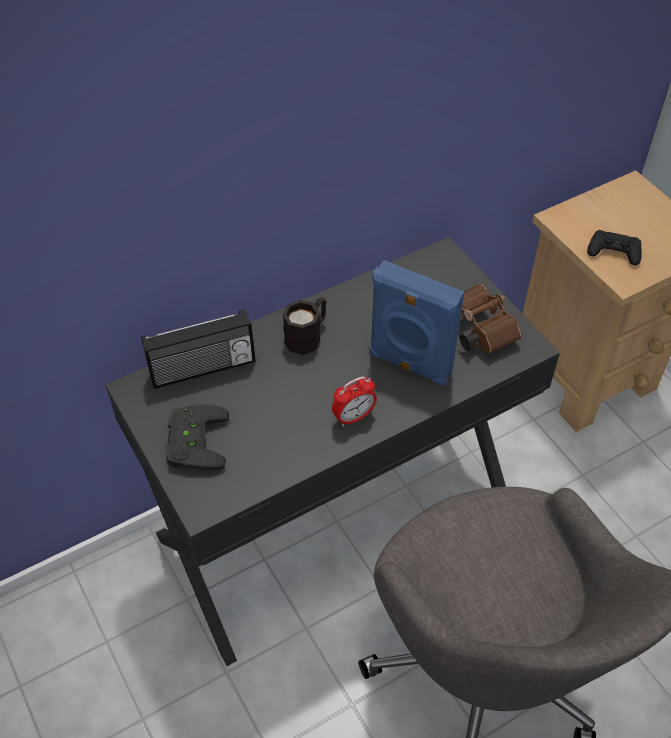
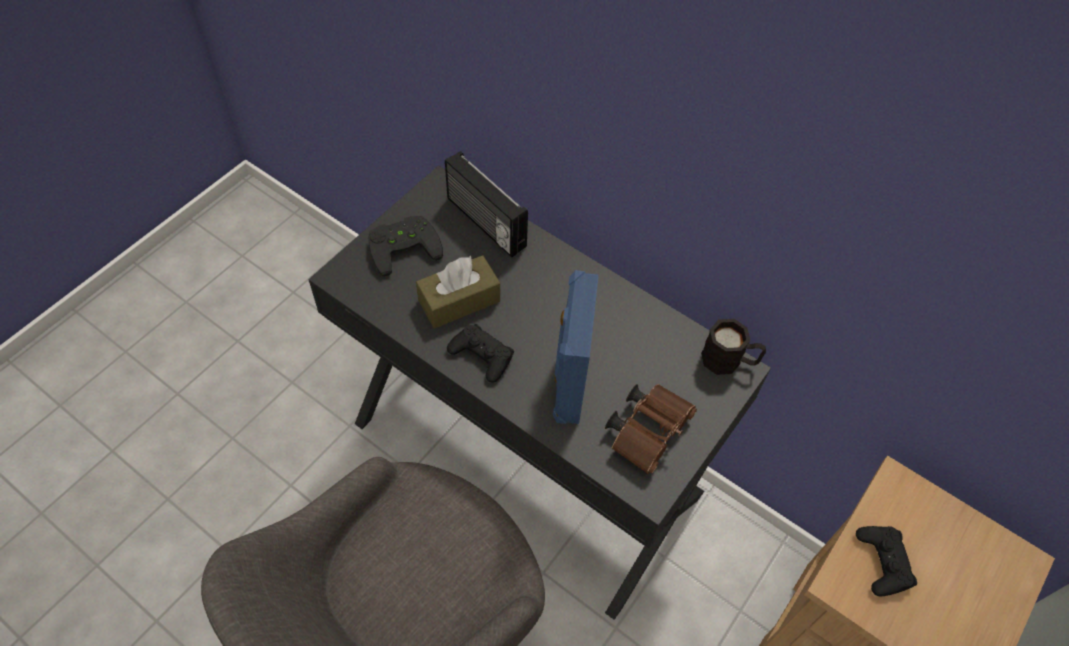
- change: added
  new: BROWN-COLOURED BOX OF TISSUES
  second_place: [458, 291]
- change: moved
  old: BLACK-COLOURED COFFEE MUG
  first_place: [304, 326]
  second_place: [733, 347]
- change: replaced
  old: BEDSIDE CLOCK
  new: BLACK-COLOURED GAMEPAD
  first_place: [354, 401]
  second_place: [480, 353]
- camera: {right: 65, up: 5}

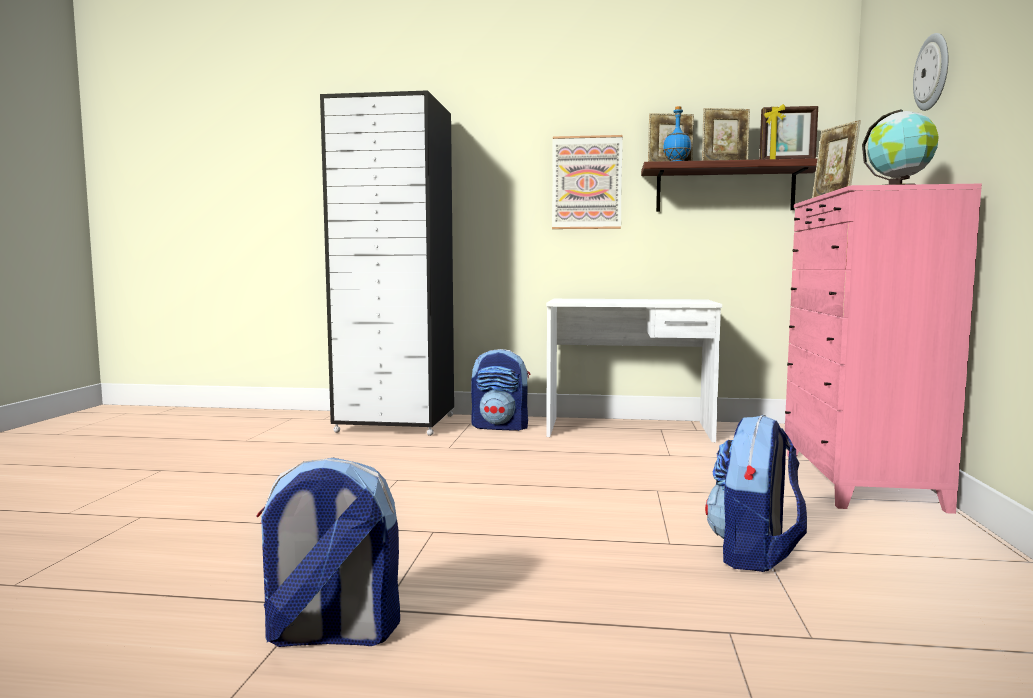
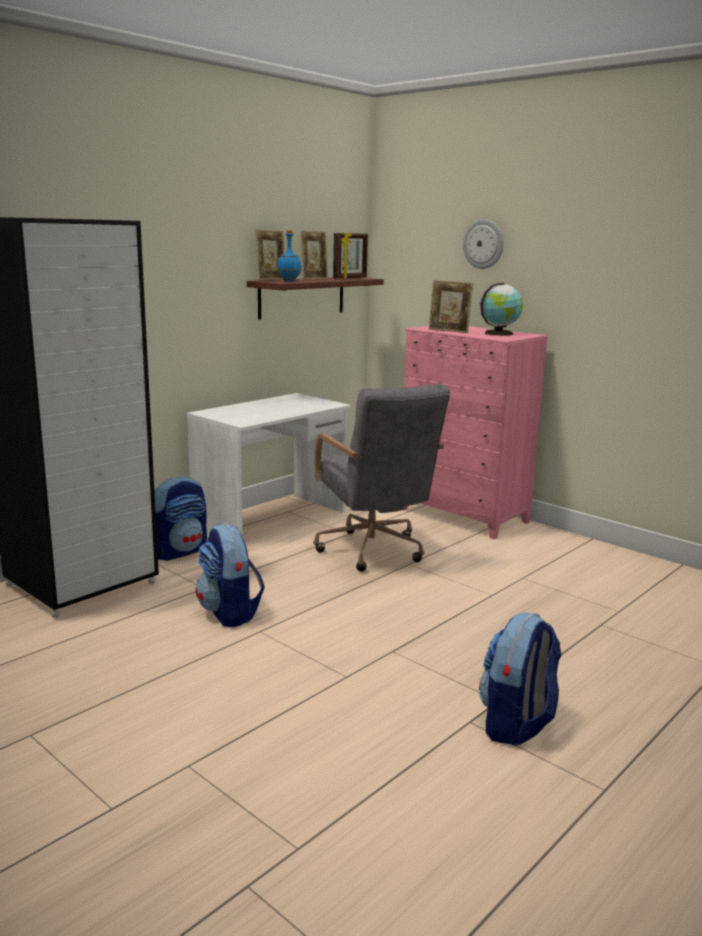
- change: removed
  old: PICTURE
  first_place: [587, 182]
- change: added
  new: GRAY DESK CHAIR
  second_place: [381, 478]
- change: moved
  old: RUCKSACK
  first_place: [756, 493]
  second_place: [230, 575]
- camera: {right: -55, up: 10}

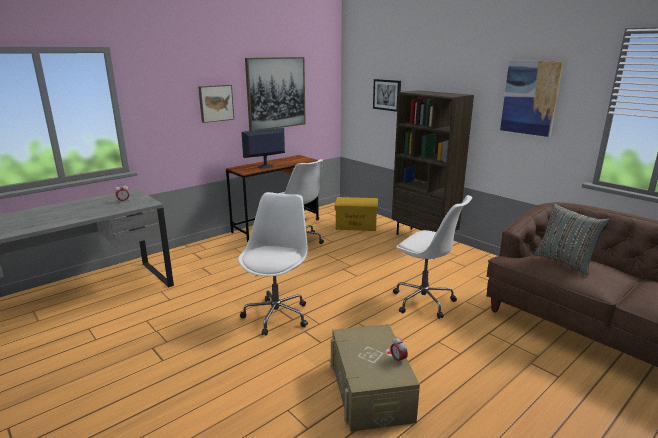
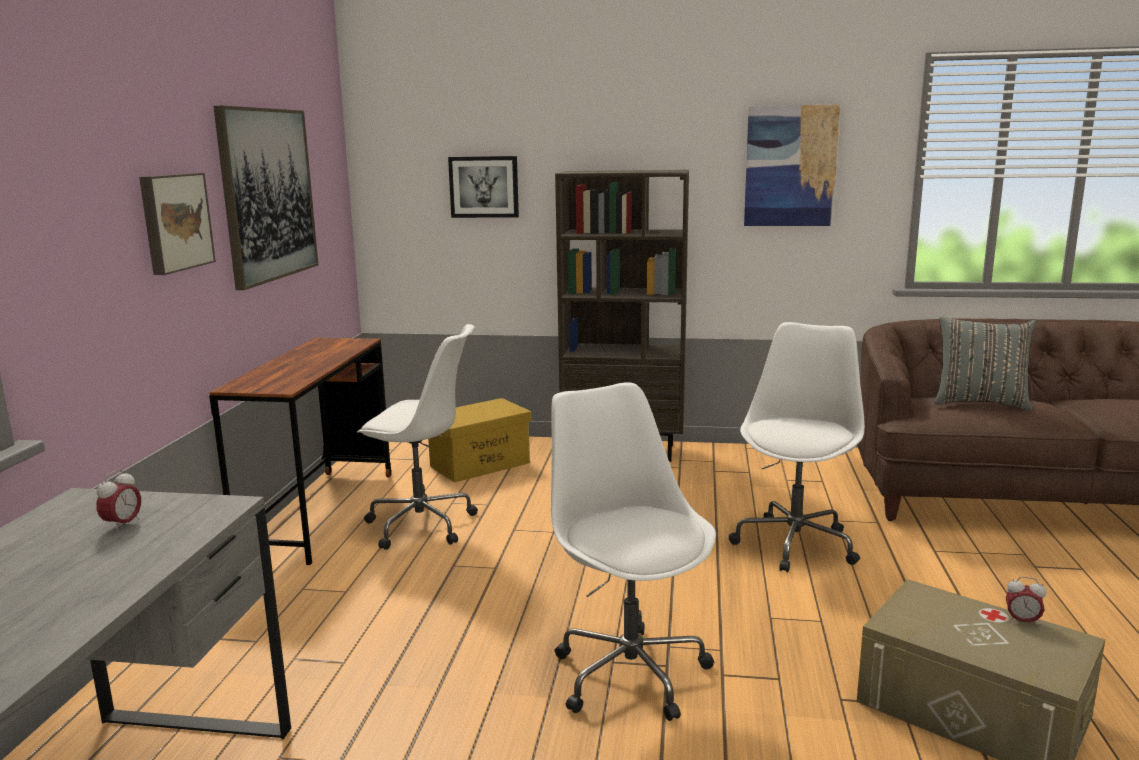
- change: removed
  old: COMPUTER SCREEN
  first_place: [263, 148]
- change: turned
  old: WHITE-COLOURED DESK CHAIR
  first_place: [432, 257]
  second_place: [797, 447]
  degrees: -60
- camera: {right: -40, up: -5}

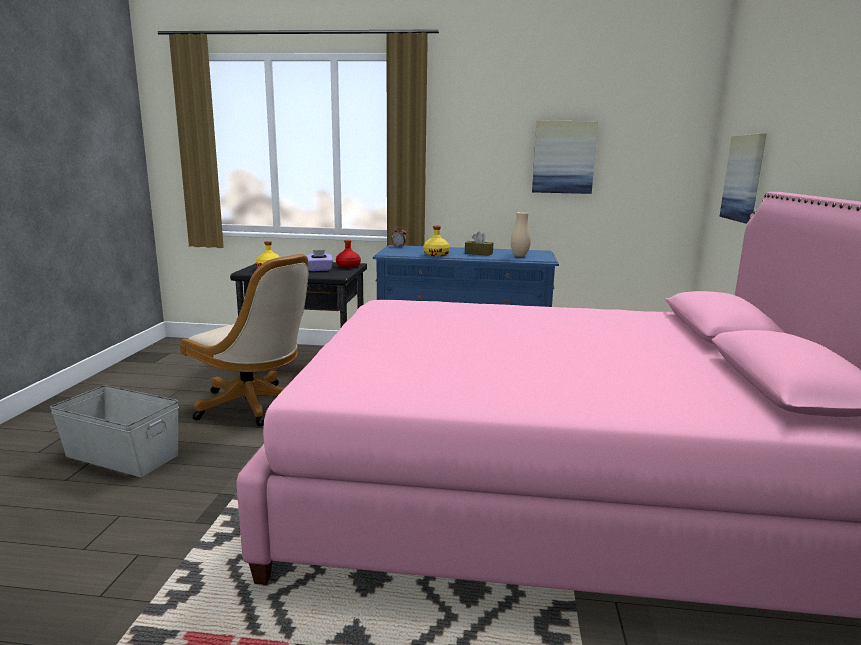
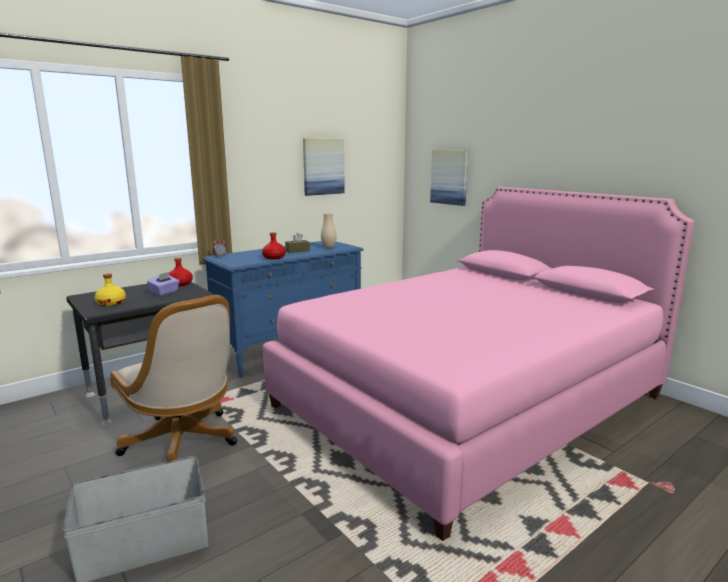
- change: recoloured
  old: YELLOW-COLOURED DRINK BOTTLE
  new: RED-COLOURED DRINK BOTTLE
  first_place: [436, 241]
  second_place: [274, 245]
- change: turned
  old: DESK CHAIR
  first_place: [244, 340]
  second_place: [173, 378]
  degrees: 60
- camera: {right: -45, up: 0}

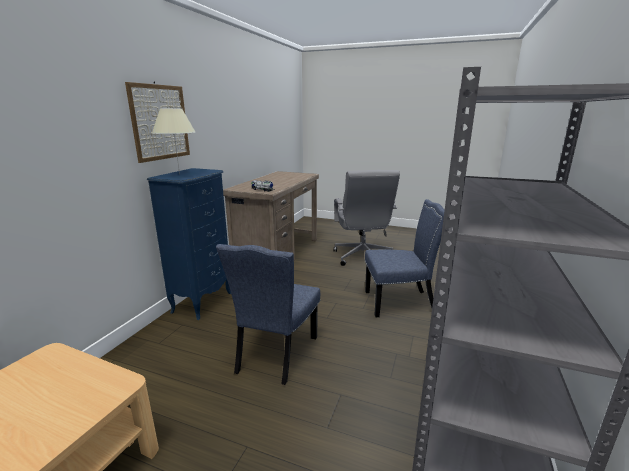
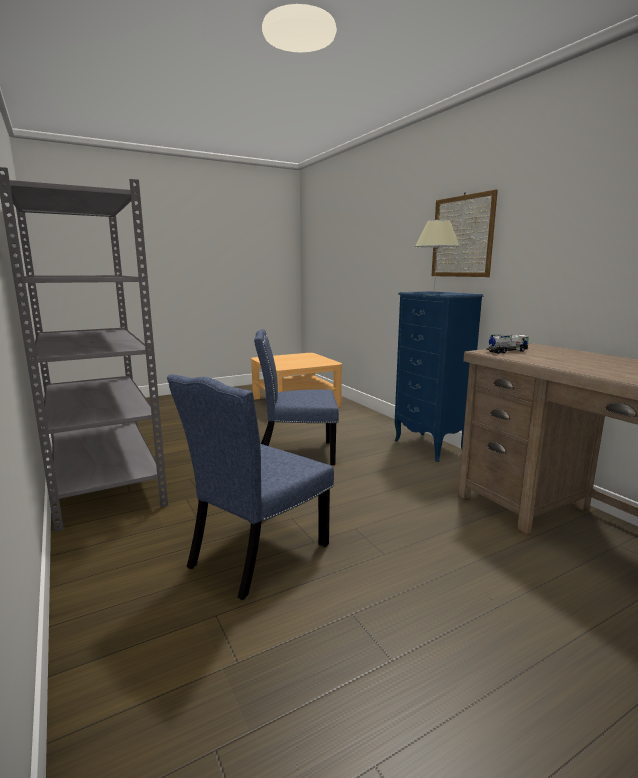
- change: removed
  old: GRAY DESK CHAIR
  first_place: [367, 218]
- change: turned
  old: BLUE-COLOURED PLAIN CHAIR
  first_place: [268, 314]
  second_place: [296, 397]
  degrees: -60
- camera: {right: 130, up: -5}

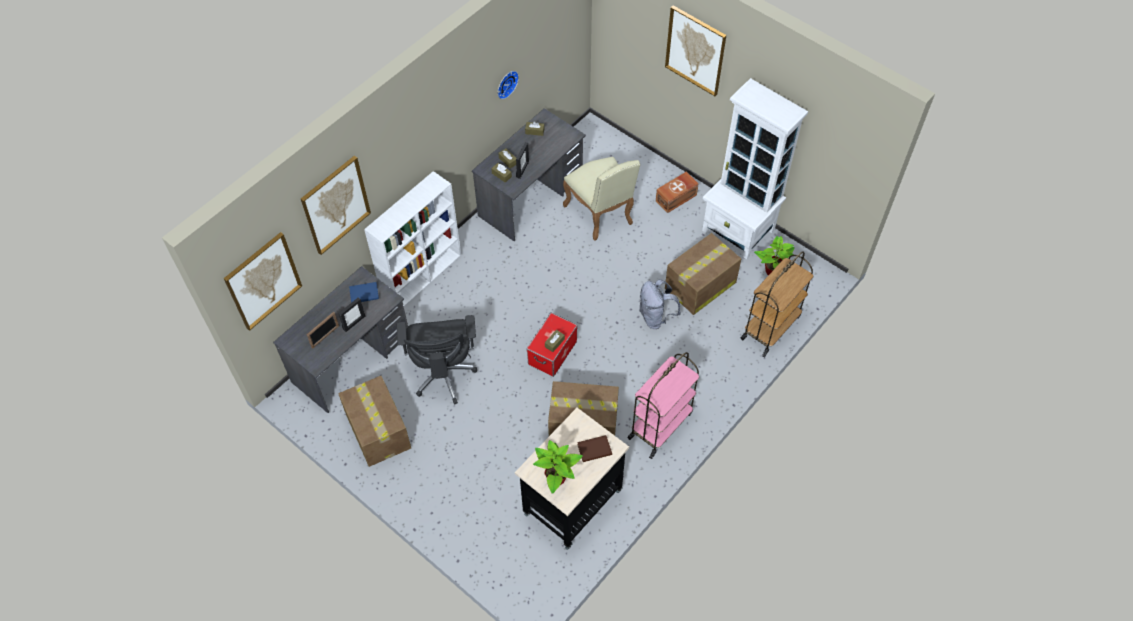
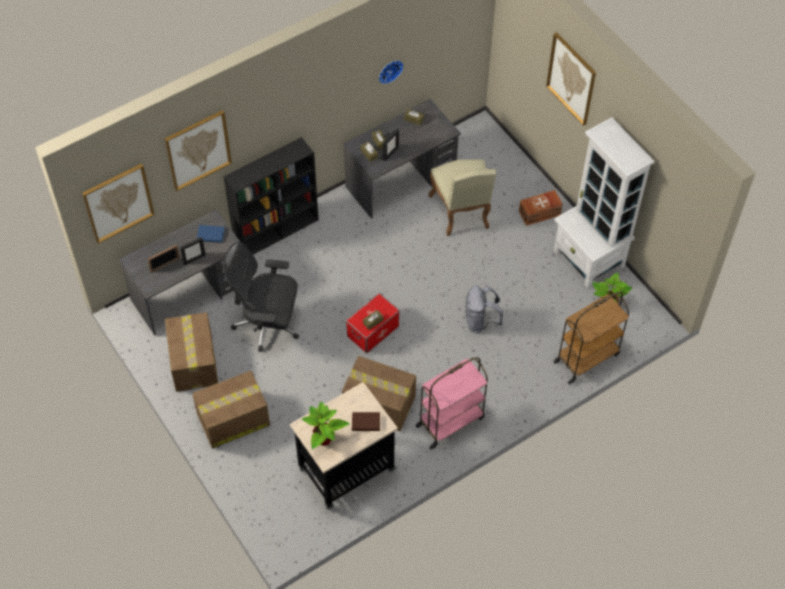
- change: moved
  old: PACKING BOX
  first_place: [703, 274]
  second_place: [231, 409]
- change: recoloured
  old: WHITE-COLOURED SHELVING UNIT
  new: BLACK-COLOURED SHELVING UNIT
  first_place: [412, 238]
  second_place: [271, 196]
- change: turned
  old: DESK CHAIR
  first_place: [437, 360]
  second_place: [261, 297]
  degrees: 90
- camera: {right: 15, up: 0}

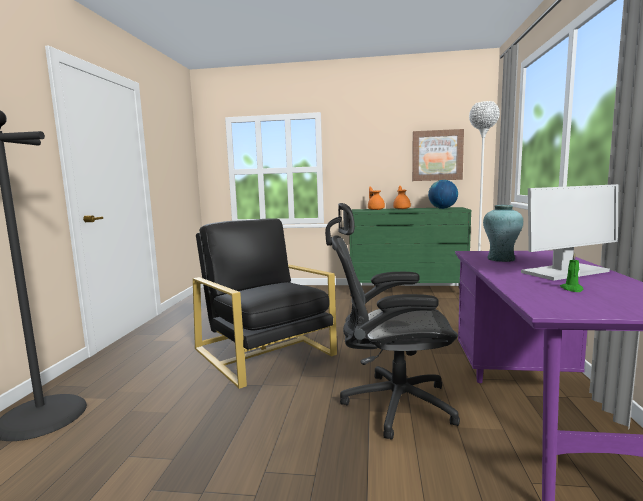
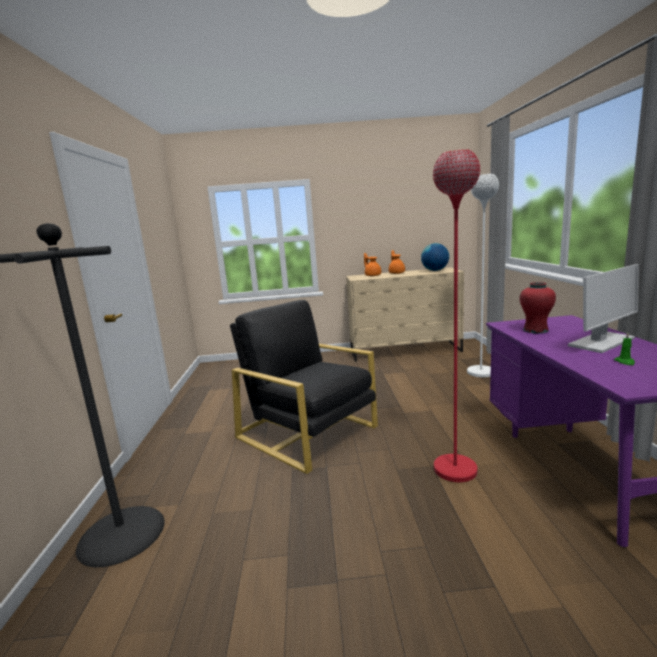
- change: removed
  old: PICTURE
  first_place: [438, 155]
- change: replaced
  old: DESK CHAIR
  new: RED-COLOURED STANDING LAMP
  first_place: [392, 321]
  second_place: [456, 315]
- change: recoloured
  old: GREENISH DRESSER
  new: SAND-COLOURED DRESSER
  first_place: [410, 248]
  second_place: [405, 314]
- change: recoloured
  old: TURQUOISE FLOWER VASE
  new: RED-COLOURED FLOWER VASE
  first_place: [503, 233]
  second_place: [537, 308]
- camera: {right: -10, up: 5}

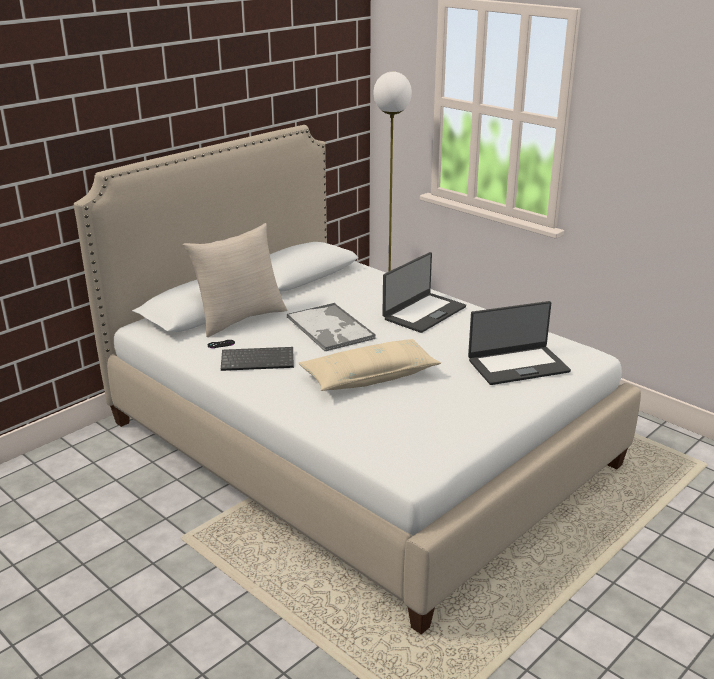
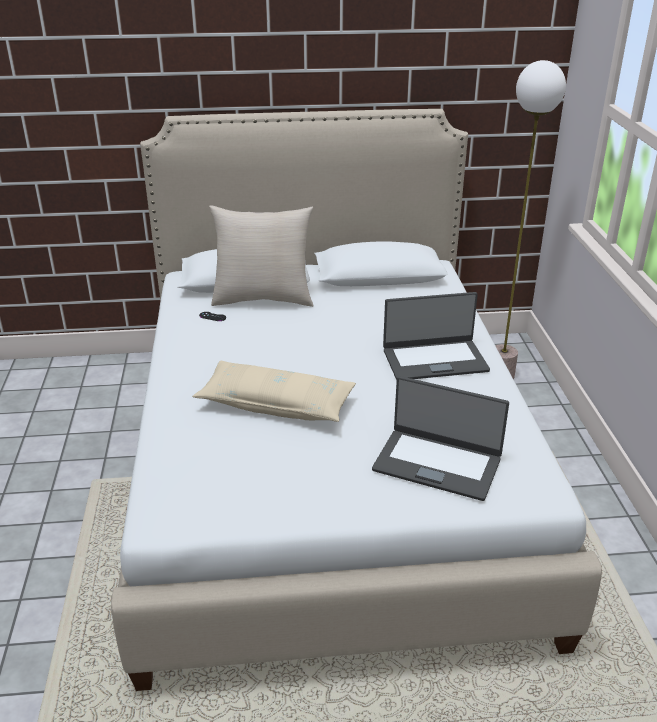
- change: removed
  old: PC KEYBOARD
  first_place: [257, 359]
- change: removed
  old: CARRYING TRAY
  first_place: [331, 327]
- camera: {right: 40, up: 5}

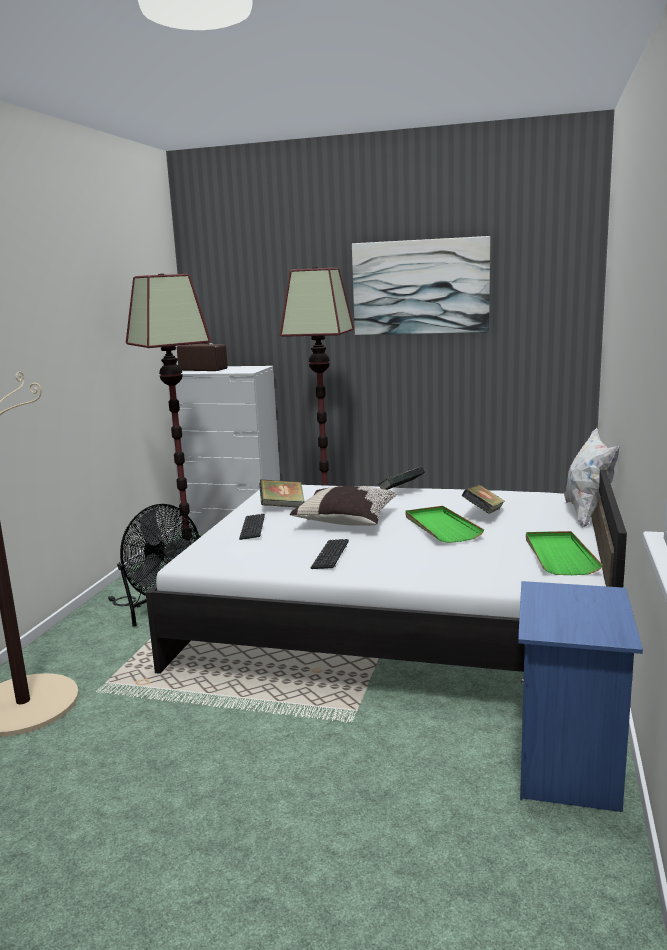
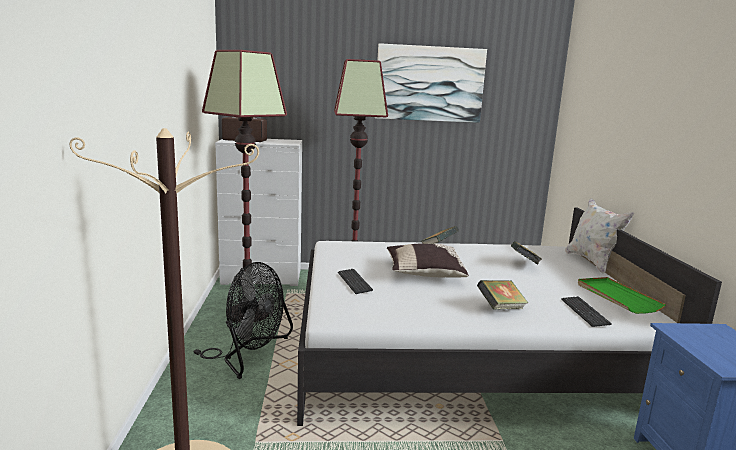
- change: removed
  old: GREENISH CARRYING TRAY
  first_place: [445, 524]
- change: moved
  old: BOUND BOOK
  first_place: [282, 493]
  second_place: [502, 294]
- change: moved
  old: PC KEYBOARD
  first_place: [330, 554]
  second_place: [586, 311]
- camera: {right: -20, up: 0}

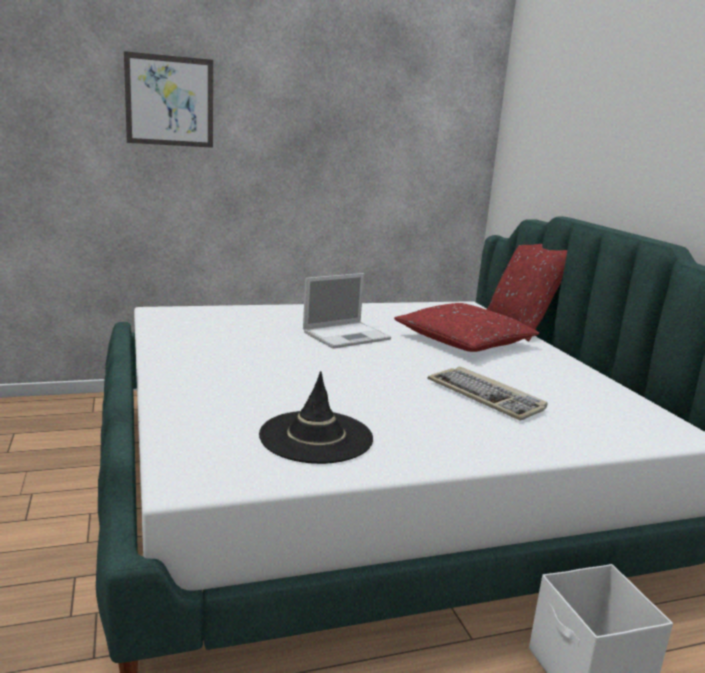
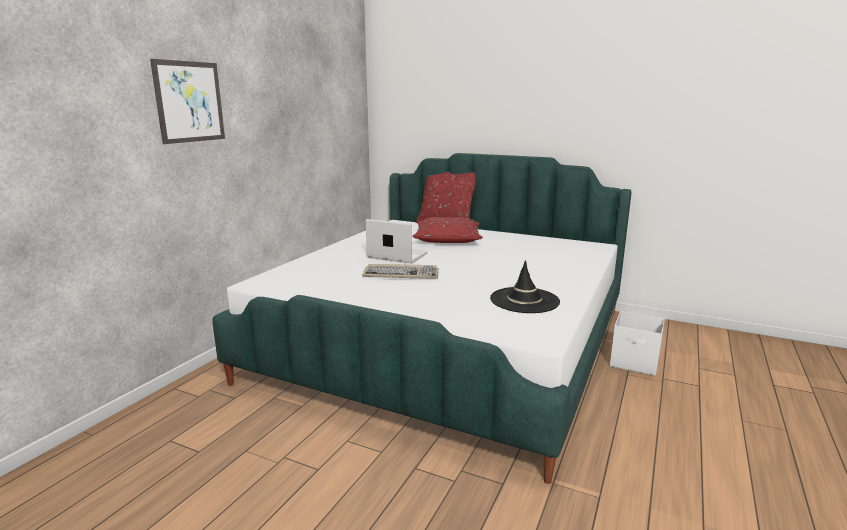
- change: moved
  old: PC KEYBOARD
  first_place: [487, 393]
  second_place: [400, 271]
- change: turned
  old: PORTABLE COMPUTER
  first_place: [347, 311]
  second_place: [396, 241]
  degrees: -75
- camera: {right: -45, up: 0}

